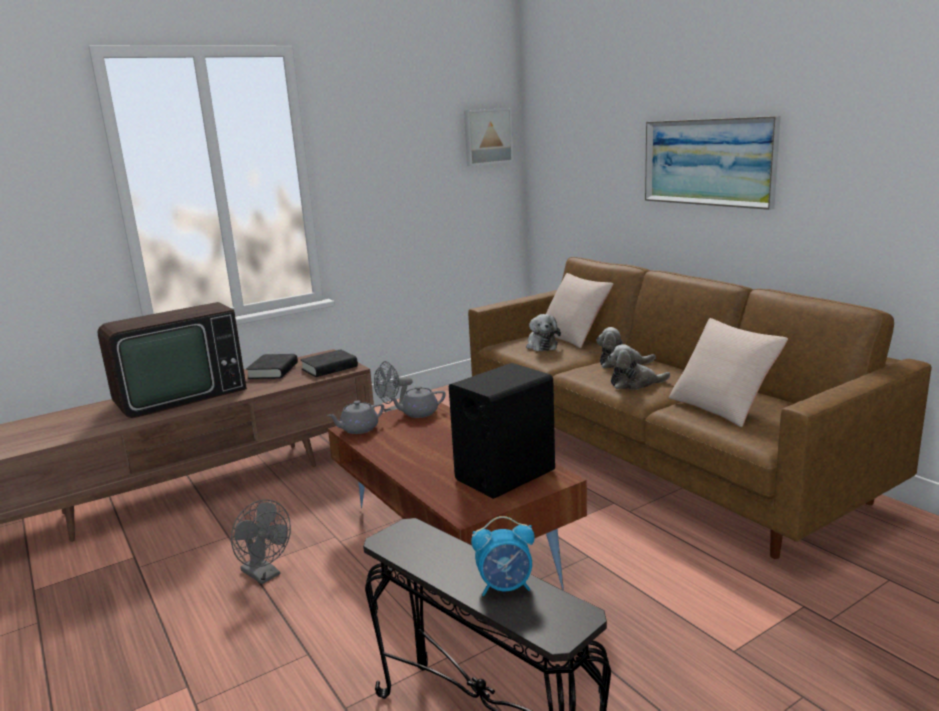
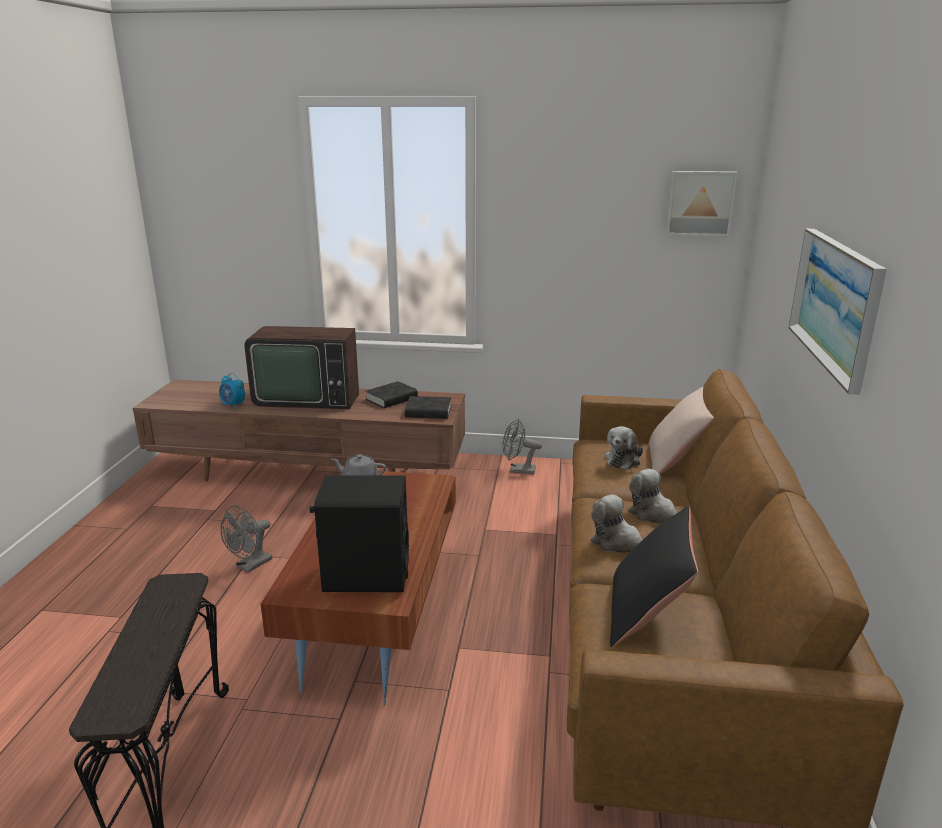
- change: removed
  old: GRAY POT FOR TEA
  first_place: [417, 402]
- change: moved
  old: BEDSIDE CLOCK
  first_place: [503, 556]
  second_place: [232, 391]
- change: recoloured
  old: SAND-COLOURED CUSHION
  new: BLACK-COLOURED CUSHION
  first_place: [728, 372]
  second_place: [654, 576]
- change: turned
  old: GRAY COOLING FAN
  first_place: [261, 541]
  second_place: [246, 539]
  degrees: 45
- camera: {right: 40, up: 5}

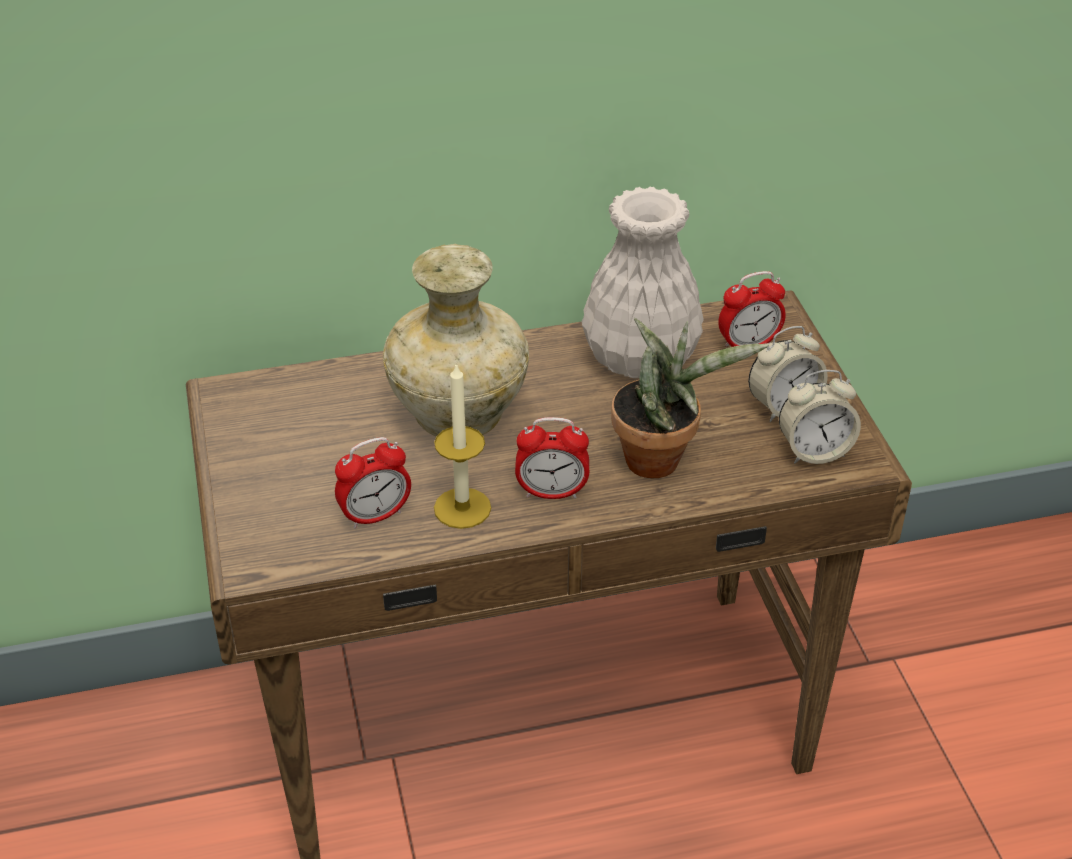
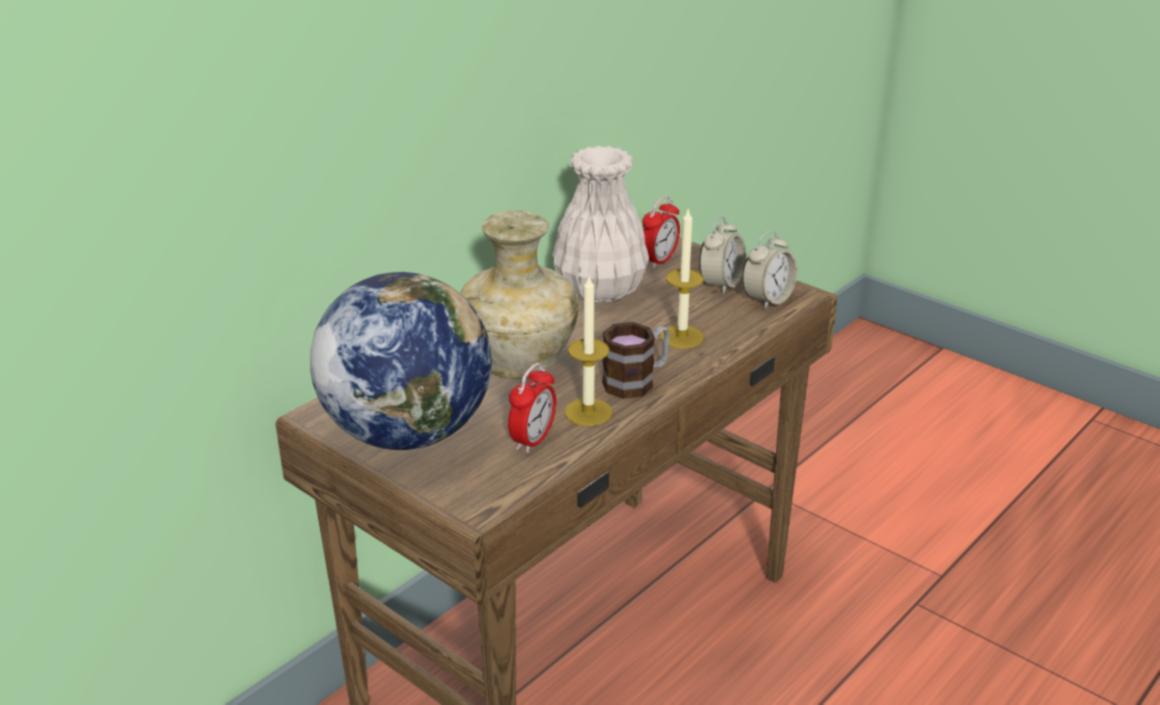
- change: added
  new: GLOBE
  second_place: [401, 361]
- change: replaced
  old: BEDSIDE CLOCK
  new: COFFEE MUG
  first_place: [552, 458]
  second_place: [636, 360]
- change: replaced
  old: POTTED PLANT
  new: WAX CANDLE
  first_place: [690, 398]
  second_place: [682, 279]
- camera: {right: -35, up: -10}

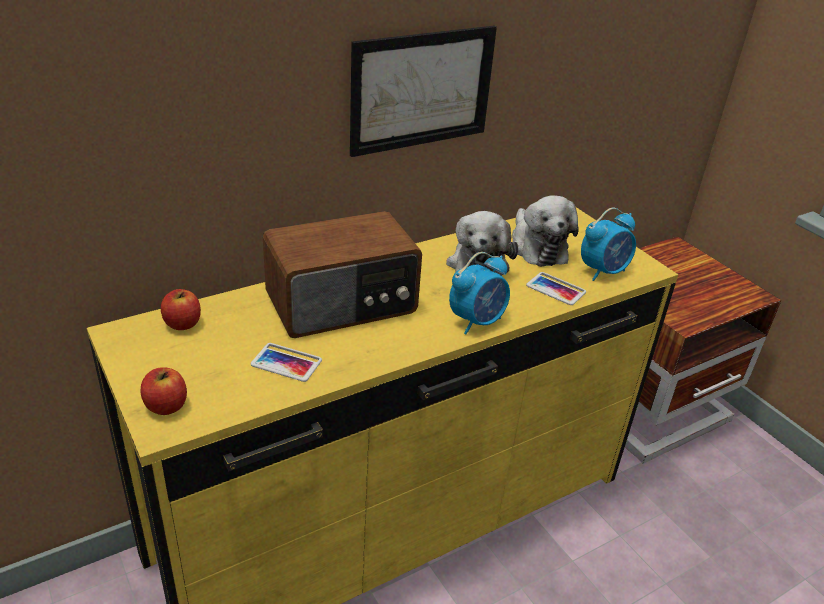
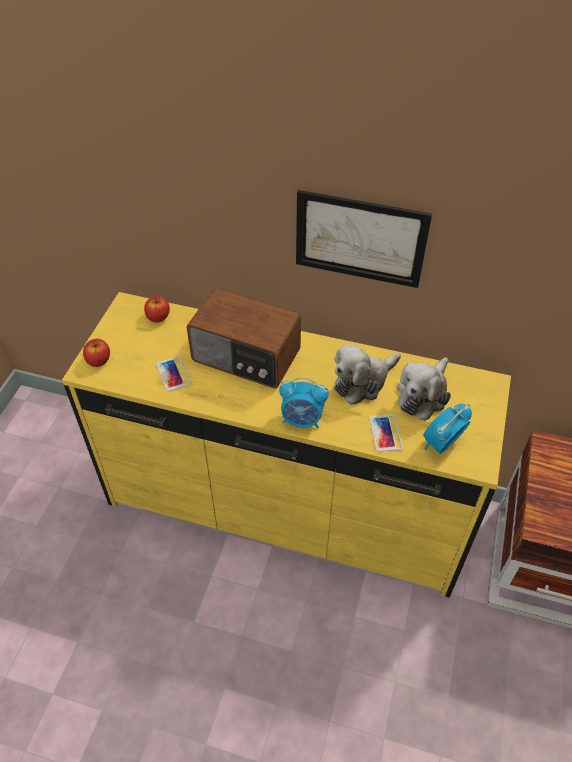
- change: turned
  old: BEDSIDE CLOCK
  first_place: [608, 244]
  second_place: [447, 429]
  degrees: 120
- camera: {right: 50, up: 15}

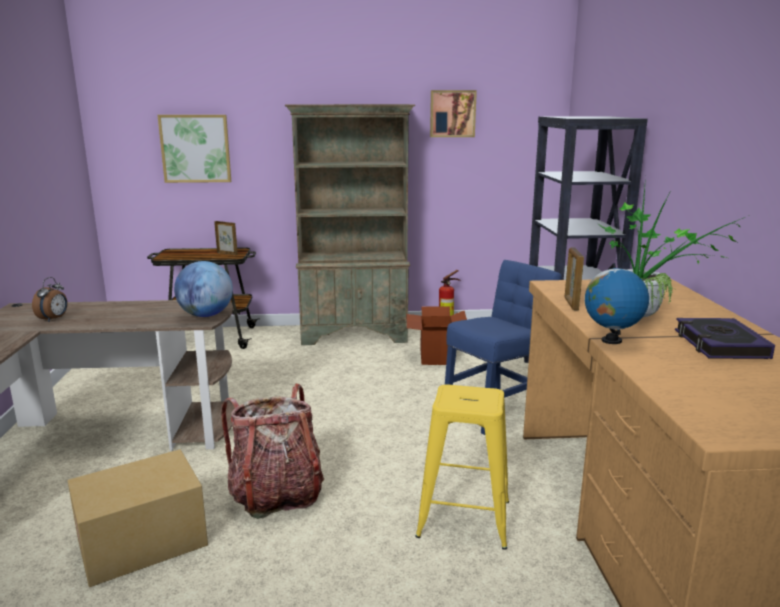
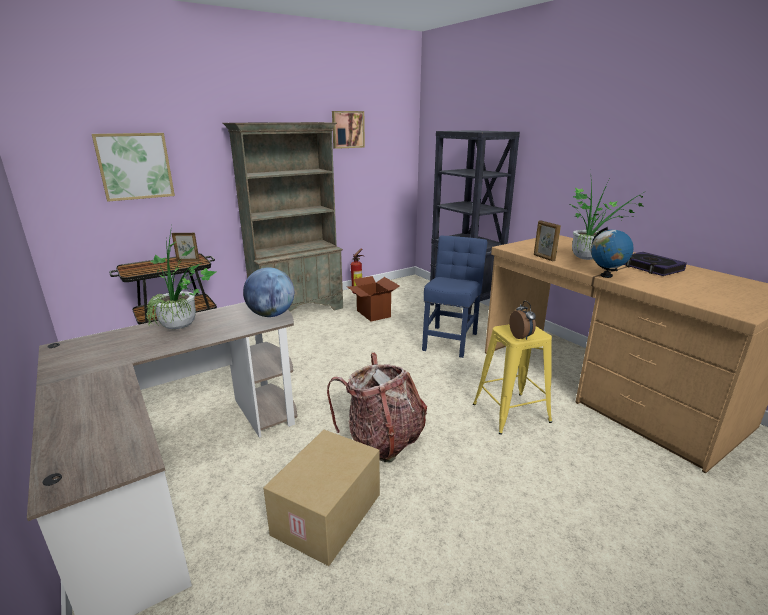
- change: added
  new: POTTED PLANT
  second_place: [180, 277]
- change: moved
  old: BEDSIDE CLOCK
  first_place: [50, 299]
  second_place: [522, 320]
- camera: {right: -30, up: 5}

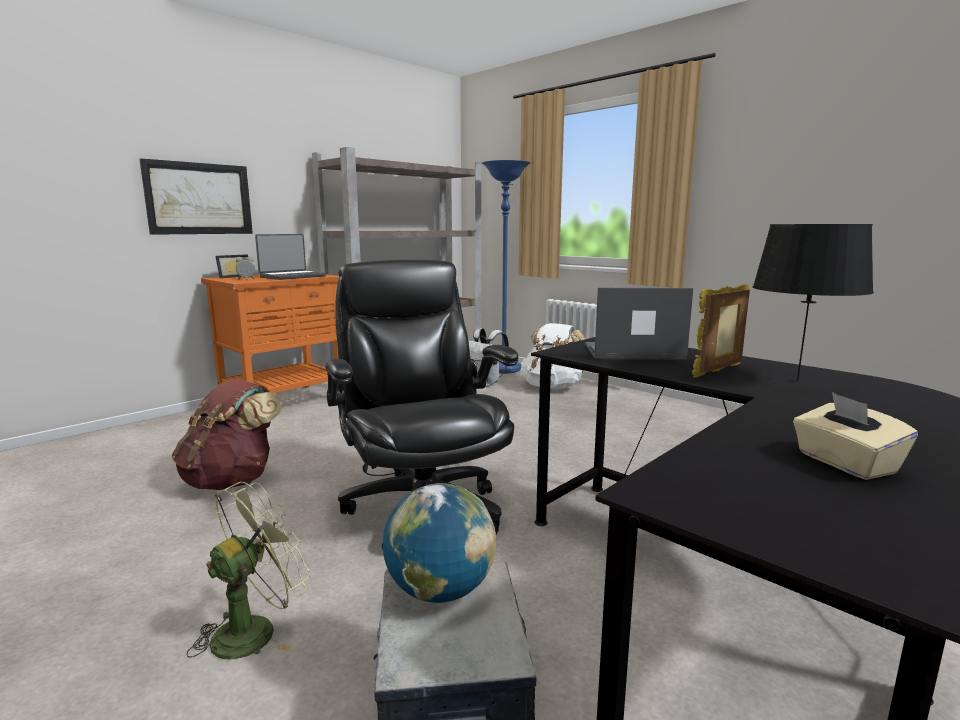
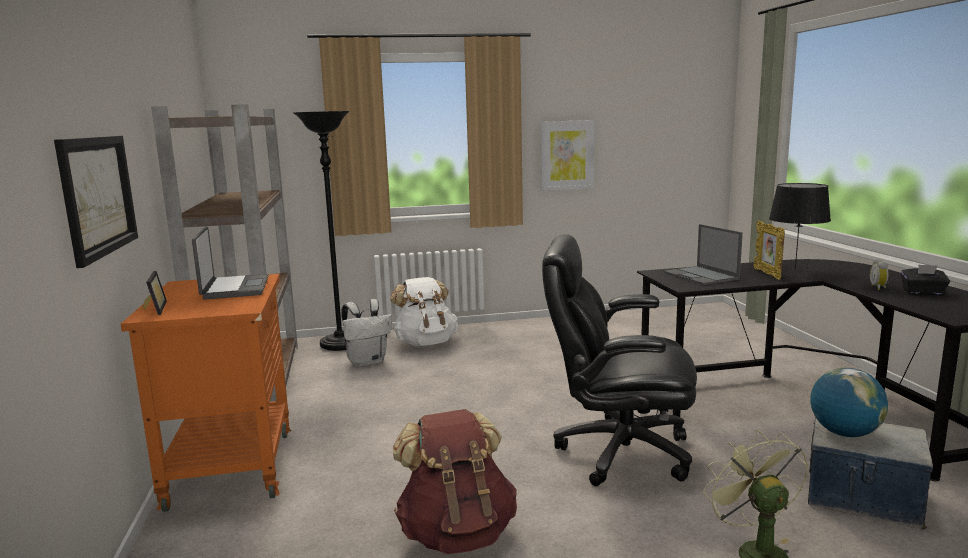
- change: added
  new: PICTURE
  second_place: [567, 155]
- change: moved
  old: BEDSIDE CLOCK
  first_place: [245, 268]
  second_place: [879, 274]
- change: recoloured
  old: BLUE-COLOURED STANDING LAMP
  new: BLACK-COLOURED STANDING LAMP
  first_place: [506, 267]
  second_place: [321, 231]
- change: recoloured
  old: SAND-COLOURED BOX OF TISSUES
  new: BLACK-COLOURED BOX OF TISSUES
  first_place: [855, 436]
  second_place: [925, 280]
- change: turned
  old: PORTABLE COMPUTER
  first_place: [639, 324]
  second_place: [703, 254]
  degrees: -60
- camera: {right: -55, up: 0}

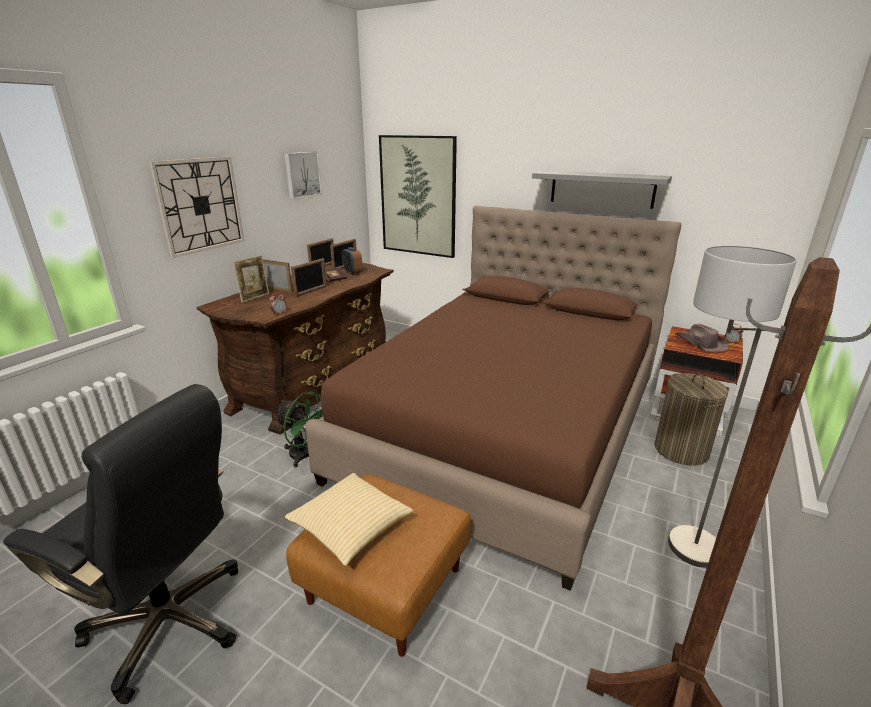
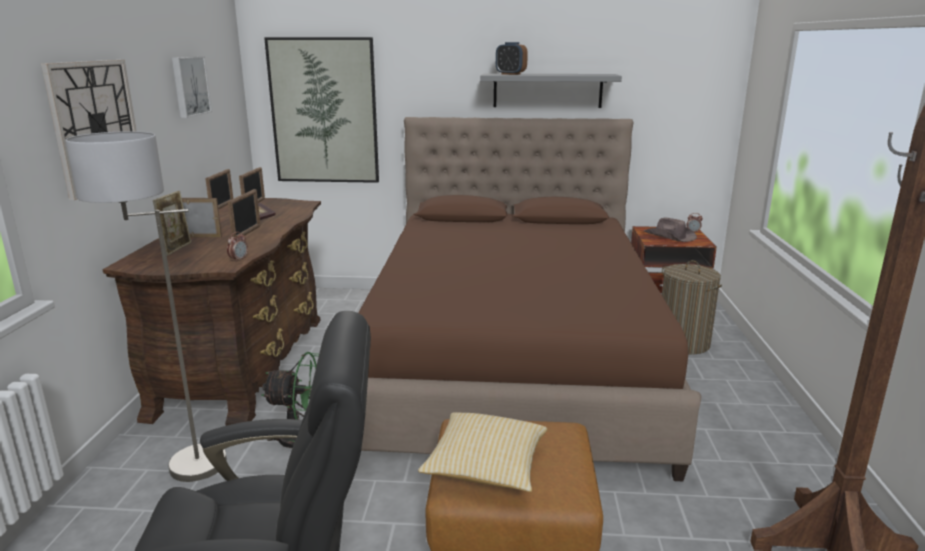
- change: moved
  old: BEDSIDE CLOCK
  first_place: [352, 261]
  second_place: [512, 58]
- change: moved
  old: GRAY STANDING LAMP
  first_place: [732, 406]
  second_place: [146, 306]
- camera: {right: -25, up: -5}

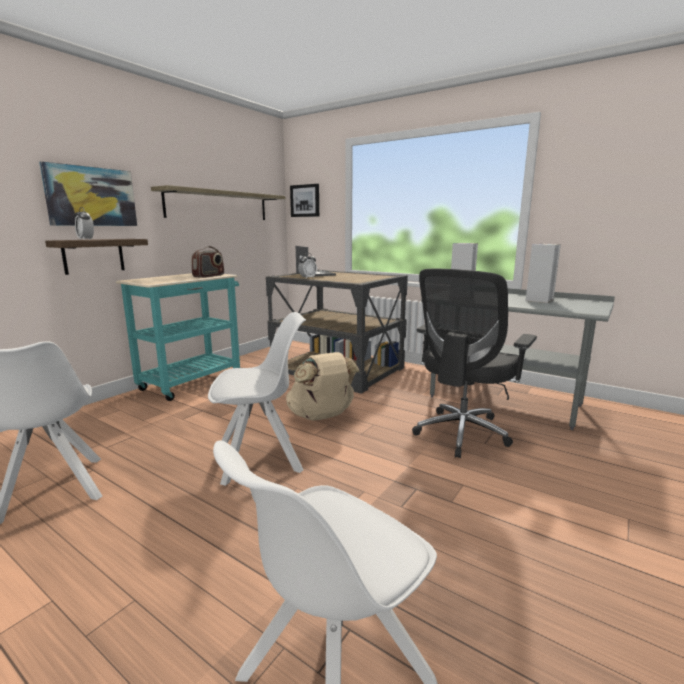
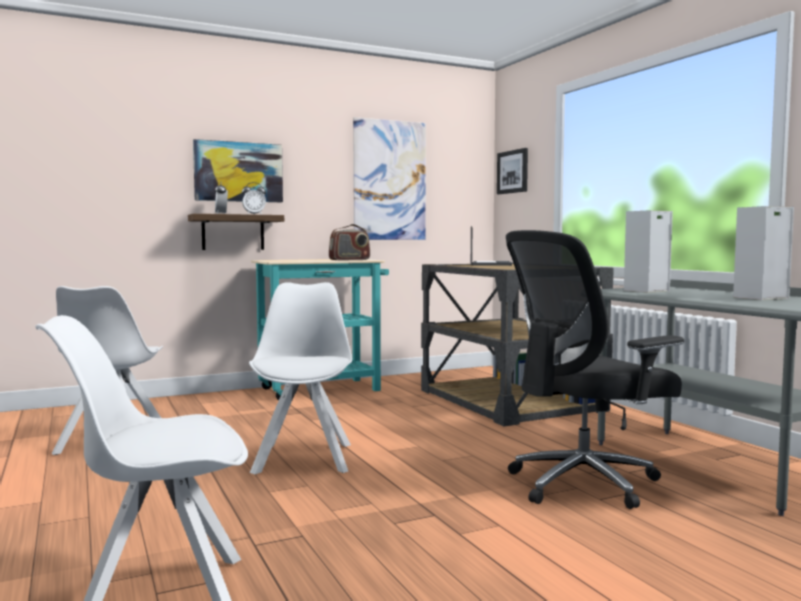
- change: removed
  old: SAND-COLOURED RUCKSACK
  first_place: [323, 386]
- change: moved
  old: BEDSIDE CLOCK
  first_place: [307, 265]
  second_place: [254, 198]
- change: replaced
  old: SHELF
  new: PICTURE
  first_place: [218, 202]
  second_place: [389, 178]
- change: turned
  old: WHITE-COLOURED PLAIN CHAIR
  first_place: [257, 399]
  second_place: [300, 378]
  degrees: -105
- camera: {right: 30, up: -10}

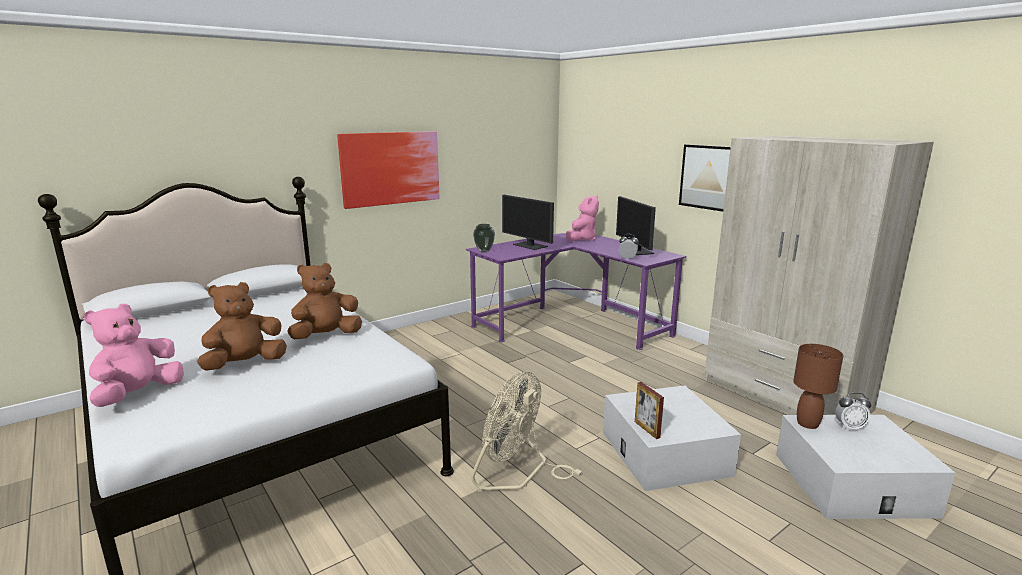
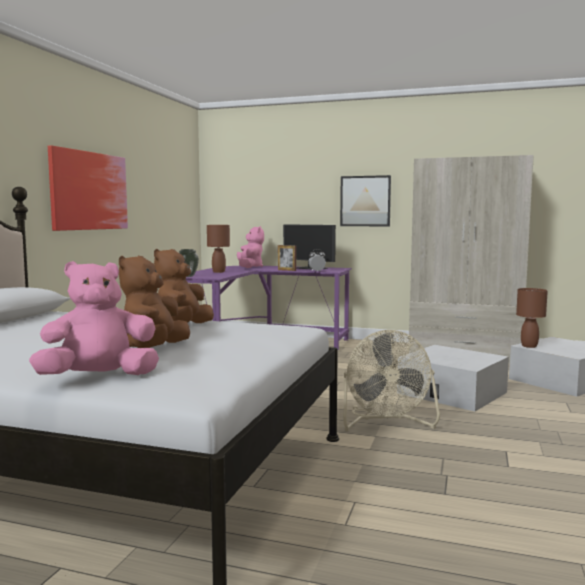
- change: removed
  old: BEDSIDE CLOCK
  first_place: [853, 411]
- change: moved
  old: PICTURE FRAME
  first_place: [649, 410]
  second_place: [287, 258]
- change: replaced
  old: COMPUTER SCREEN
  new: BROWN-COLOURED TABLE LAMP
  first_place: [528, 222]
  second_place: [218, 249]
- change: turned
  old: PINK CUDDLY TOY
  first_place: [134, 355]
  second_place: [94, 318]
  degrees: 75
- change: turned
  old: SAND-COLOURED COOLING FAN
  first_place: [526, 432]
  second_place: [391, 381]
  degrees: -90
- camera: {right: -35, up: -10}

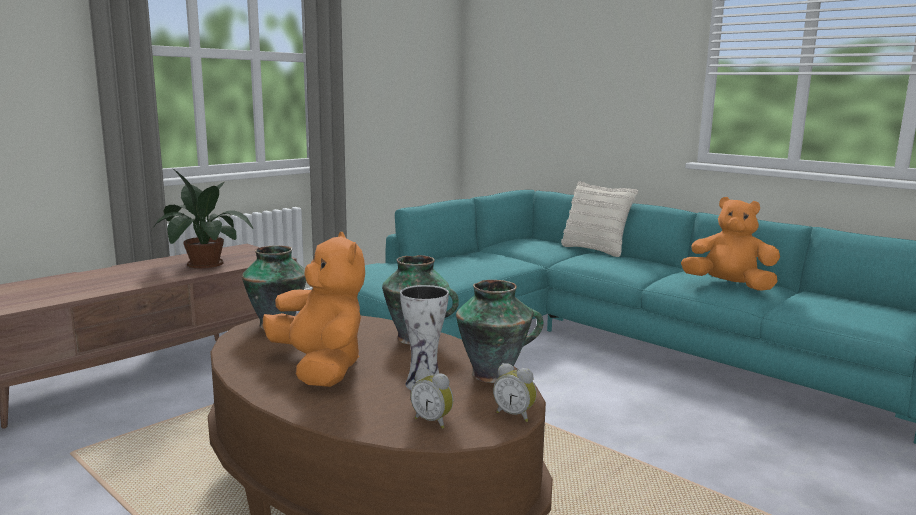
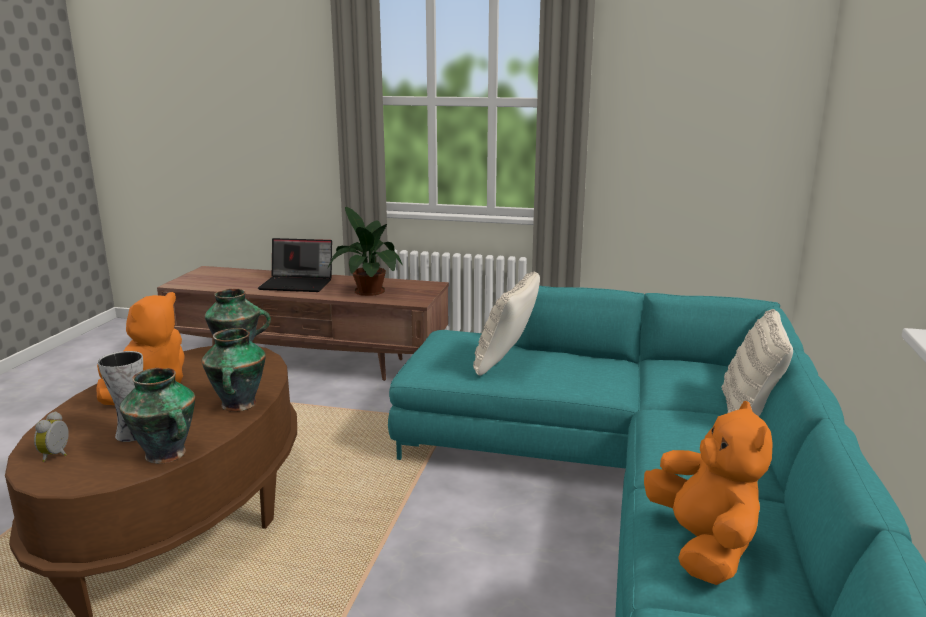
- change: removed
  old: BEDSIDE CLOCK
  first_place: [515, 392]
- change: added
  new: PORTABLE COMPUTER
  second_place: [295, 265]
- change: added
  new: SAND-COLOURED CUSHION
  second_place: [506, 324]
- camera: {right: 60, up: 5}

